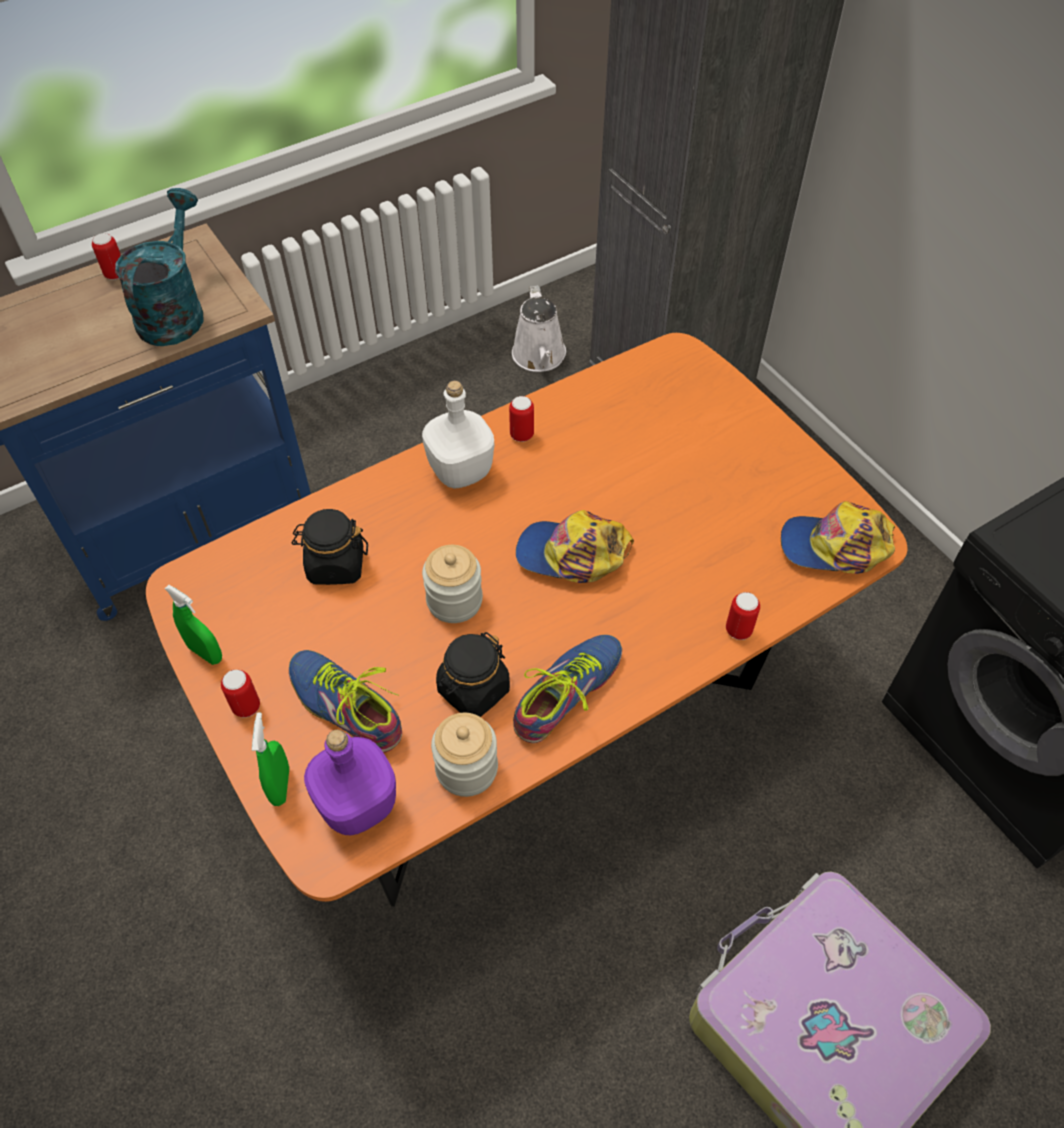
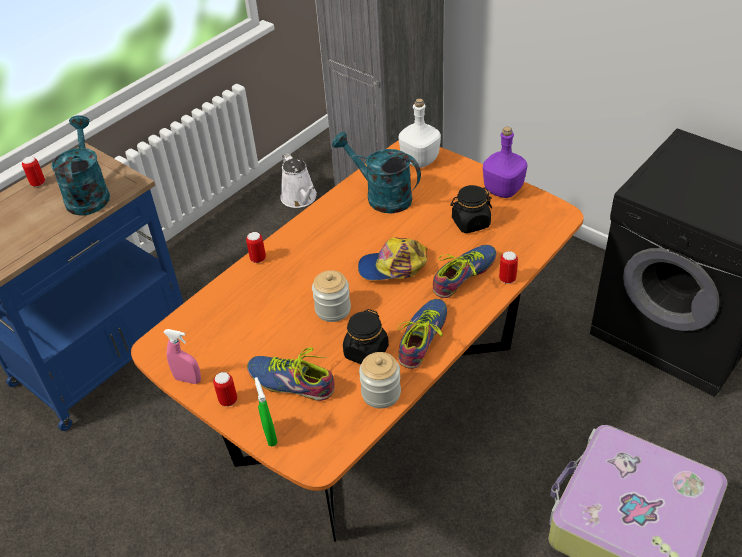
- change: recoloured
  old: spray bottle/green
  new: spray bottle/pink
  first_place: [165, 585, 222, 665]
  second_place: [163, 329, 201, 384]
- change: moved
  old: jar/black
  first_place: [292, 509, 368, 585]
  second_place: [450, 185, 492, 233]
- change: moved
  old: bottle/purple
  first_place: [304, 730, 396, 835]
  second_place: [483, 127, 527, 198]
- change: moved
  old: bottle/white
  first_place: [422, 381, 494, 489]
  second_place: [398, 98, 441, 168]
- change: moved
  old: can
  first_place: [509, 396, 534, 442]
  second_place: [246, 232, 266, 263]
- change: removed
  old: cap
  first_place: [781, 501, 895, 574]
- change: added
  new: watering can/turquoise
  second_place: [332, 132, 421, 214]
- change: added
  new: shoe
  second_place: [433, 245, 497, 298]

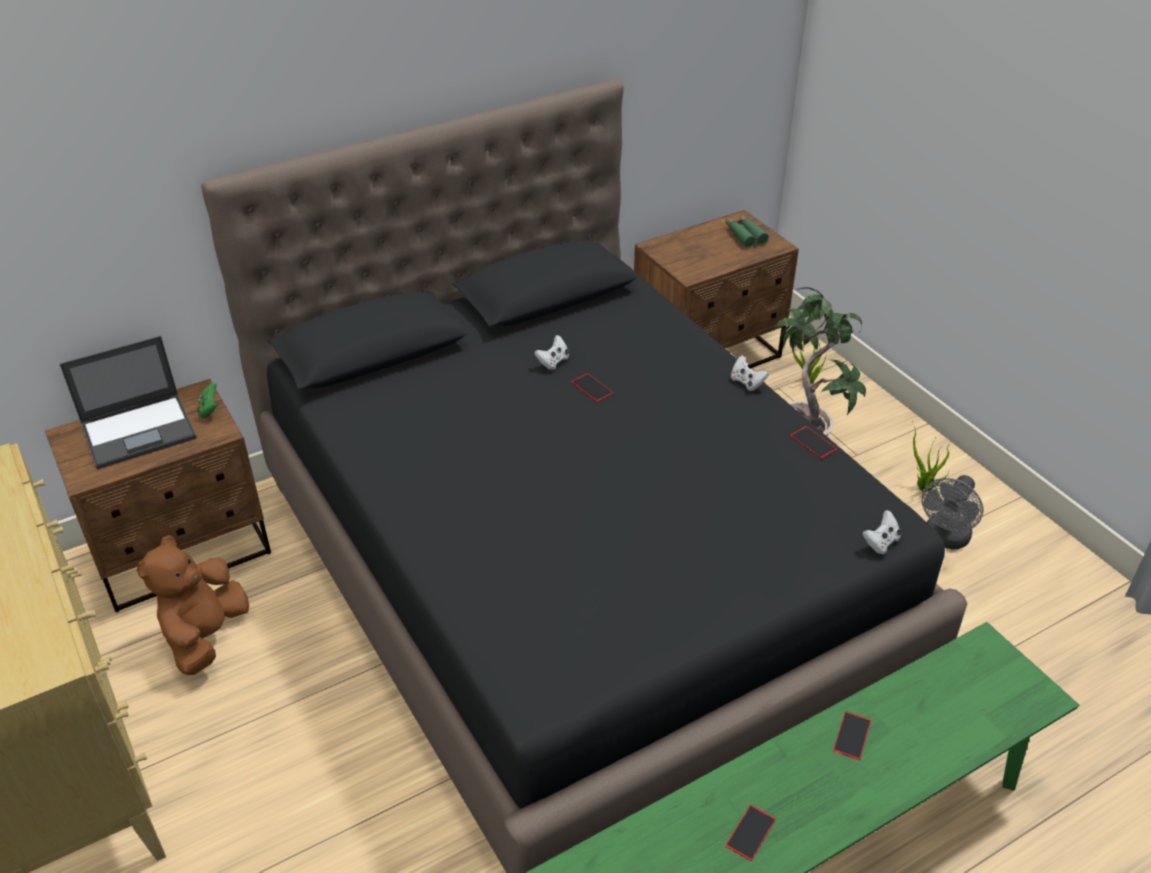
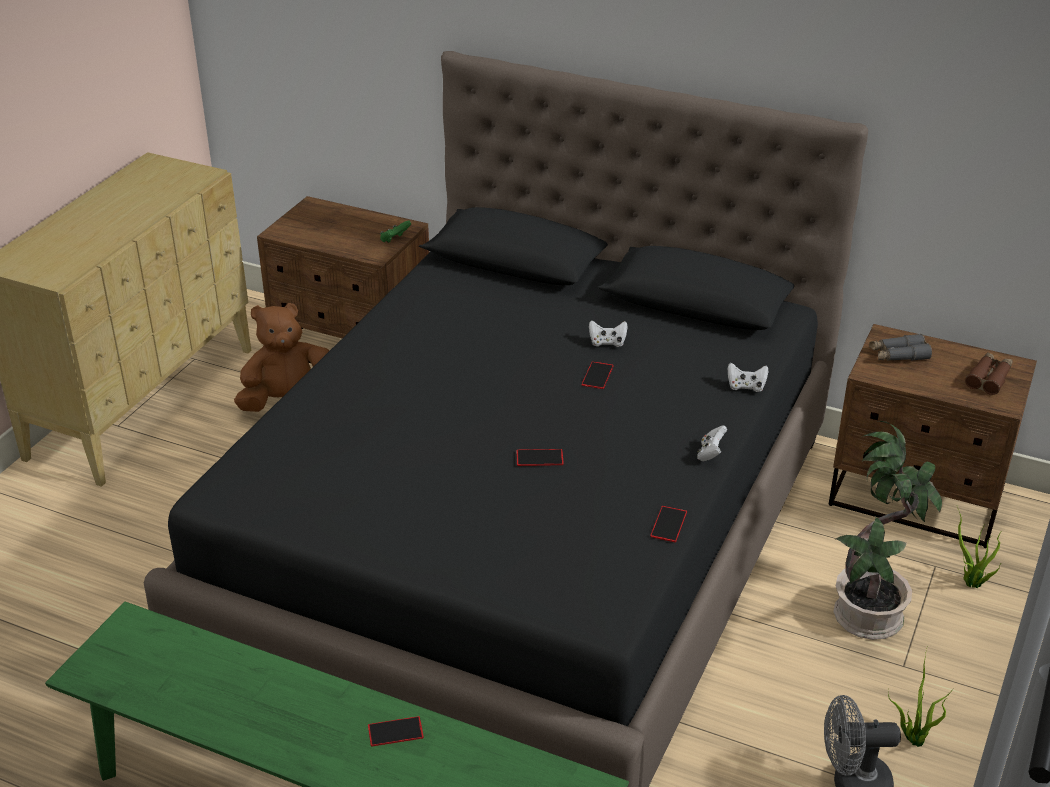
- change: removed
  old: laptop
  first_place: [60, 336, 196, 469]
- change: recoloured
  old: binoculars/green
  new: binoculars/brown
  first_place: [726, 215, 769, 248]
  second_place: [965, 352, 1013, 395]
- change: moved
  old: phone
  first_place: [726, 805, 776, 861]
  second_place: [516, 449, 564, 466]
- change: moved
  old: game controller/white
  first_place: [863, 510, 902, 554]
  second_place: [727, 362, 768, 392]
- change: added
  new: binoculars/grey
  second_place: [869, 334, 932, 361]

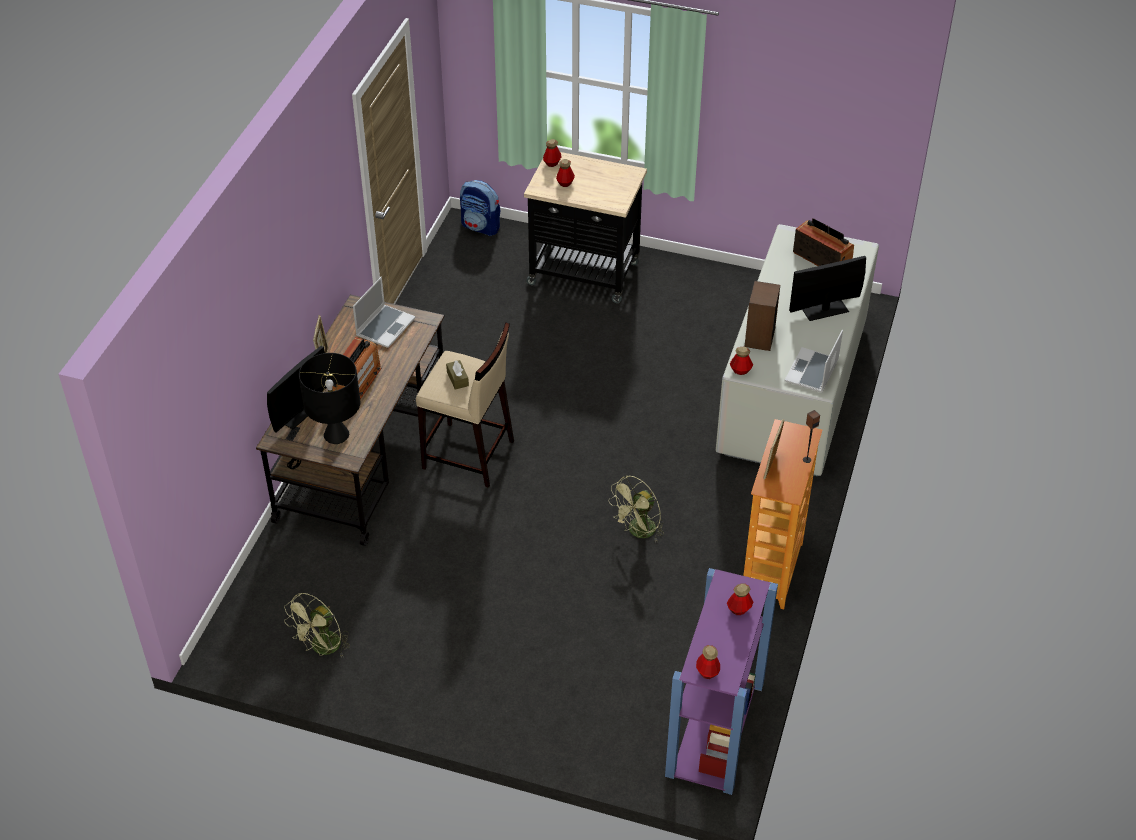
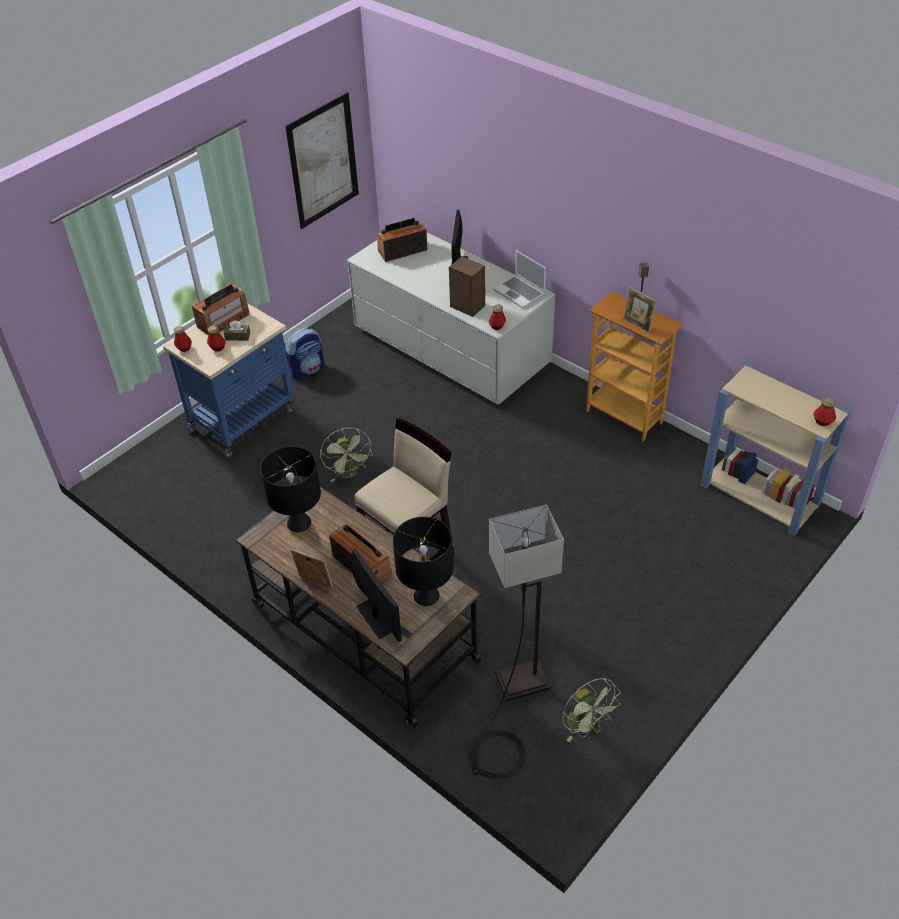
- change: replaced
  old: laptop
  new: table lamp/black
  first_place: [353, 277, 416, 348]
  second_place: [260, 446, 321, 532]
- change: moved
  old: tissue box/brown
  first_place: [446, 360, 469, 390]
  second_place: [224, 320, 250, 341]
- change: moved
  old: backpack
  first_place: [460, 180, 501, 236]
  second_place: [285, 328, 324, 380]
- change: recoloured
  old: cart/black
  new: cart/blue
  first_place: [524, 152, 647, 303]
  second_place: [163, 303, 295, 458]
- change: moved
  old: fan/green
  first_place: [608, 475, 664, 542]
  second_place: [320, 428, 373, 482]
- change: recoloured
  old: bookcase/purple
  new: bookcase/beige
  first_place: [665, 568, 778, 795]
  second_place: [700, 363, 851, 536]
- change: removed
  old: bottle
  first_place: [727, 584, 754, 615]
- change: added
  new: radio
  second_place: [192, 283, 250, 335]
- change: added
  new: picture
  second_place: [285, 92, 359, 229]
- change: added
  new: floor lamp
  second_place: [468, 505, 564, 779]

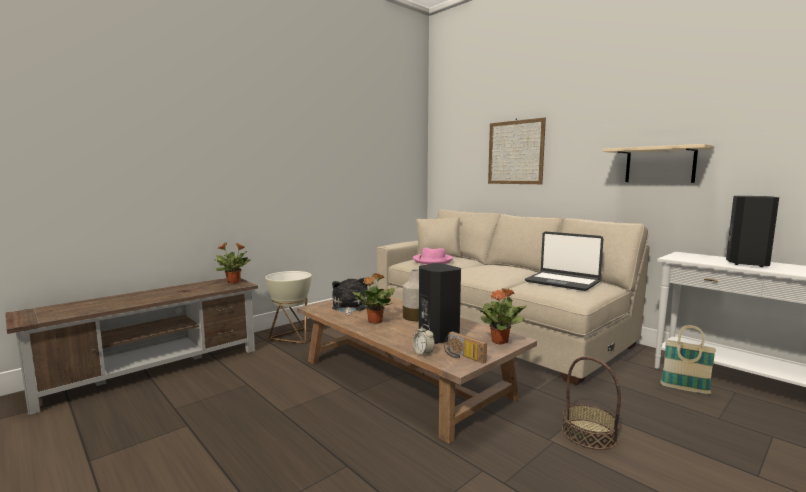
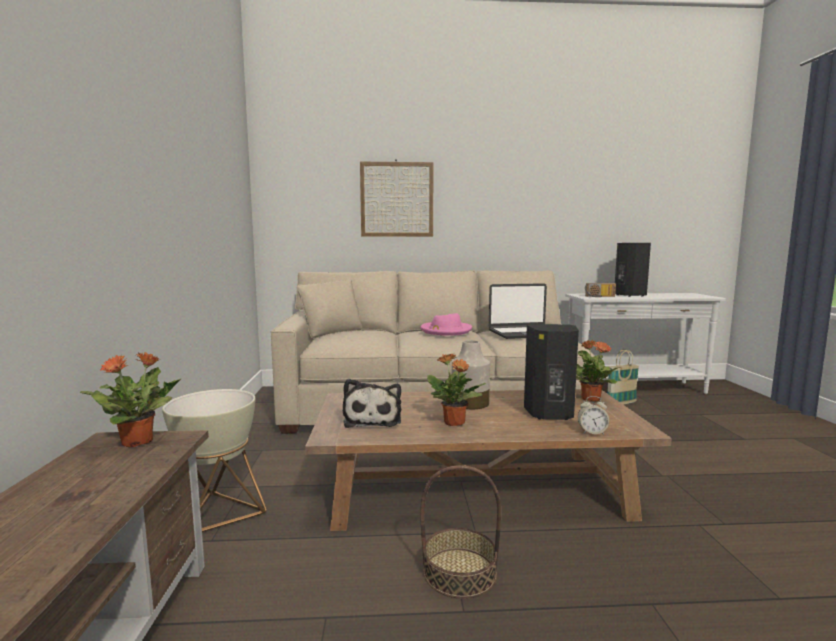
- change: turned
  old: plush toy
  first_place: [332, 278, 368, 315]
  second_place: [343, 379, 401, 428]
  degrees: -135
- change: moved
  old: hat/pink
  first_place: [413, 248, 453, 264]
  second_place: [420, 313, 472, 336]
- change: moved
  old: radio
  first_place: [444, 331, 487, 364]
  second_place: [585, 283, 616, 297]
- change: moved
  old: basket
  first_place: [562, 356, 621, 450]
  second_place: [420, 465, 501, 599]
- change: removed
  old: shelf/beige
  first_place: [602, 144, 714, 183]

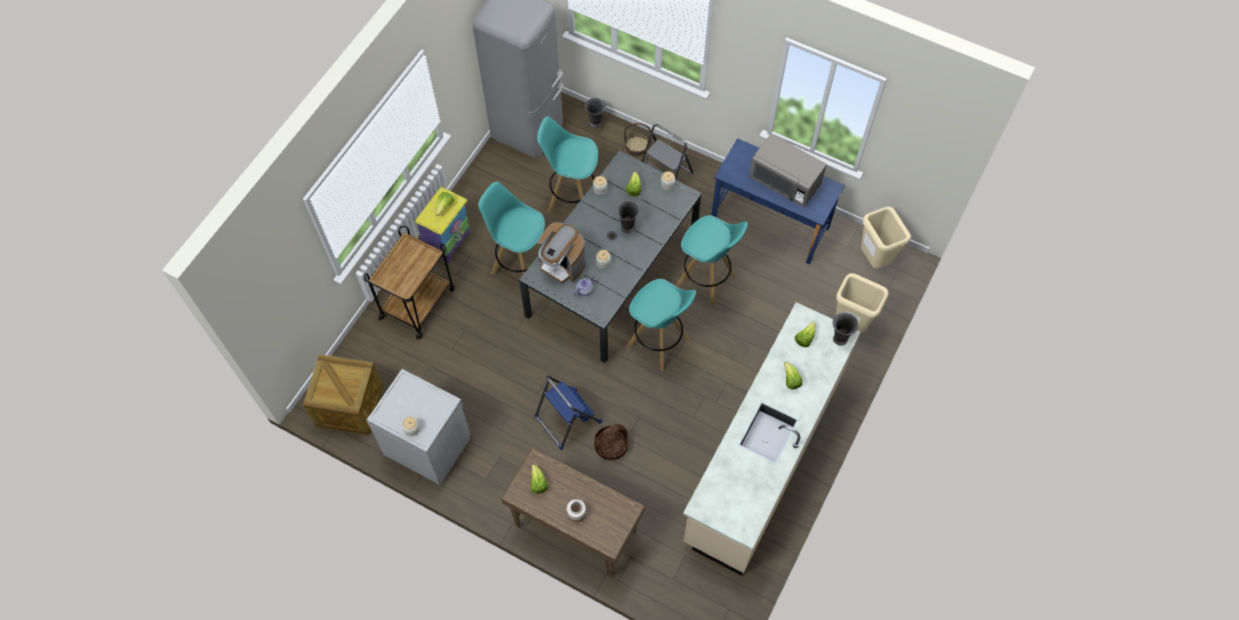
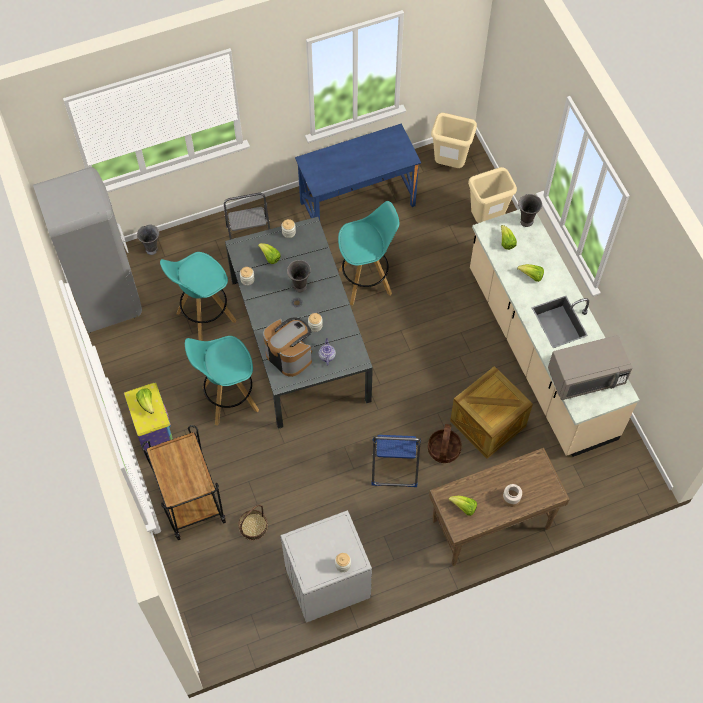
- change: moved
  old: crate
  first_place: [303, 354, 384, 435]
  second_place: [450, 366, 533, 459]
- change: turned
  old: coffee machine
  first_place: [537, 222, 586, 284]
  second_place: [263, 317, 312, 377]
  degrees: -120
- change: moved
  old: basket
  first_place: [624, 123, 651, 157]
  second_place: [238, 505, 268, 540]
- change: removed
  old: stool/turquoise
  first_place: [627, 279, 696, 371]
- change: moved
  old: microwave/grey
  first_place: [749, 134, 827, 207]
  second_place: [548, 335, 633, 400]

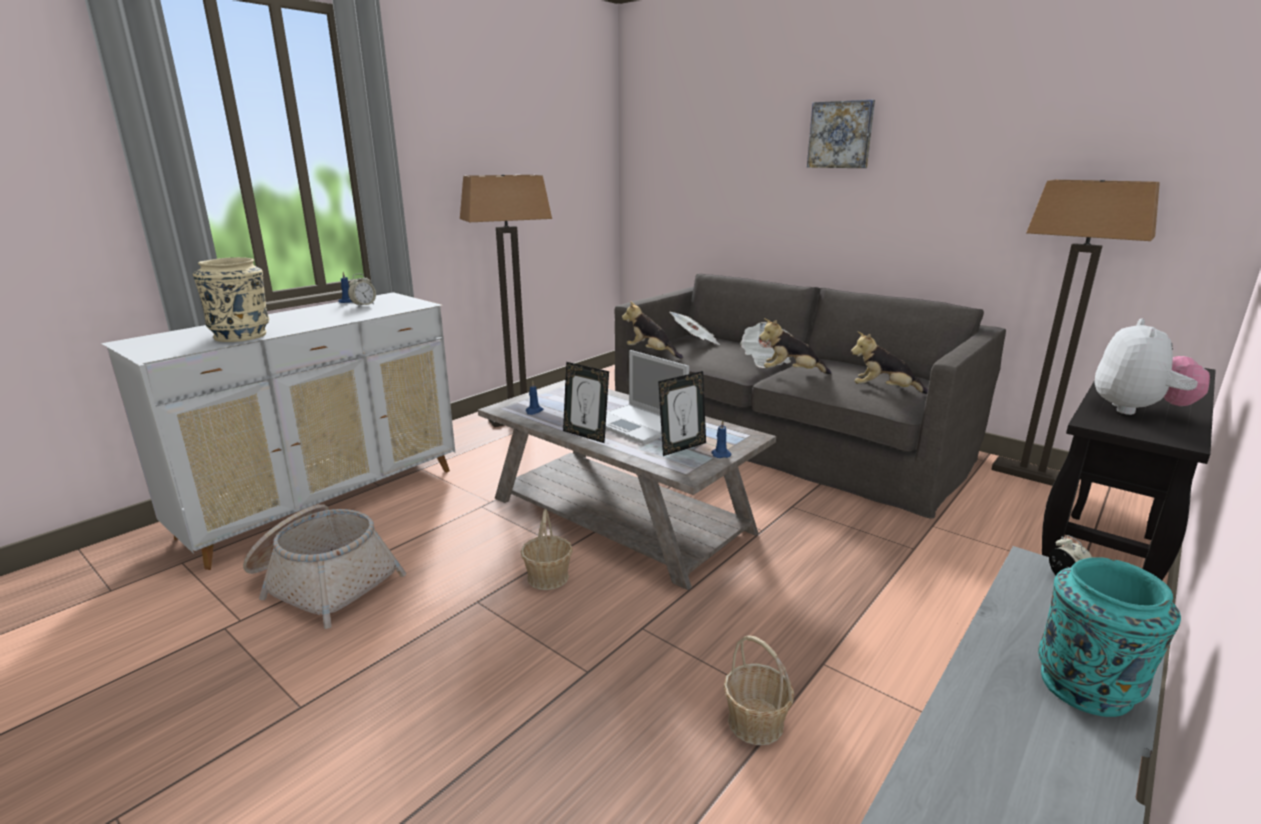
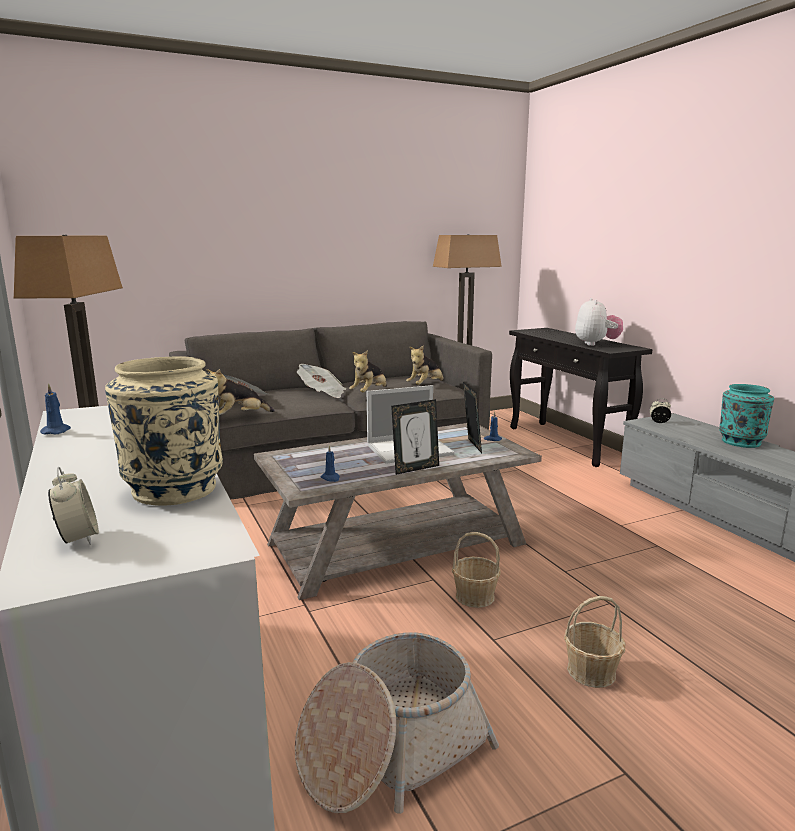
- change: moved
  old: alarm clock
  first_place: [348, 274, 376, 307]
  second_place: [48, 467, 99, 545]
- change: moved
  old: basket
  first_place: [723, 635, 794, 745]
  second_place: [564, 596, 625, 688]
- change: removed
  old: picture
  first_place: [807, 100, 875, 168]
- change: turned
  old: plush toy
  first_place: [1094, 319, 1210, 415]
  second_place: [575, 298, 623, 346]
  degrees: 45

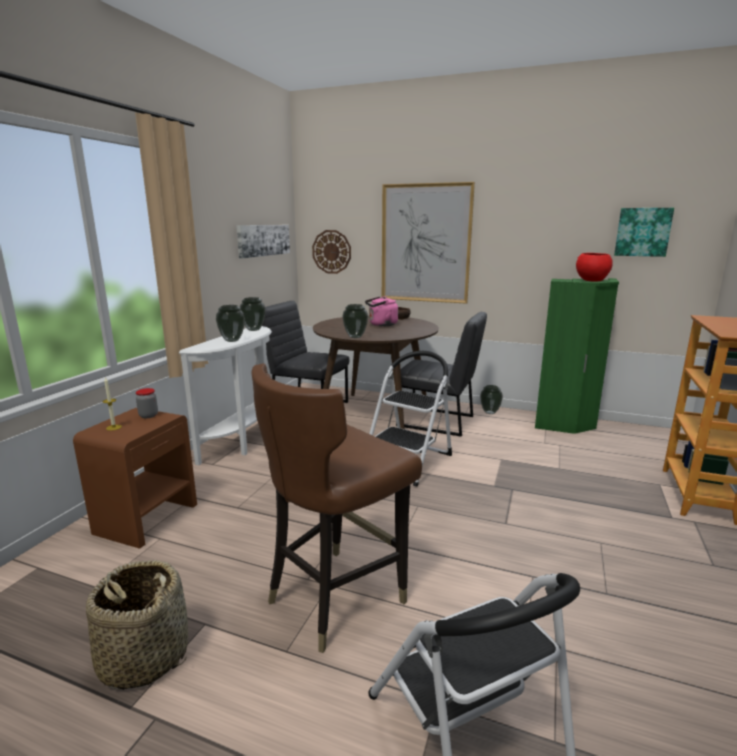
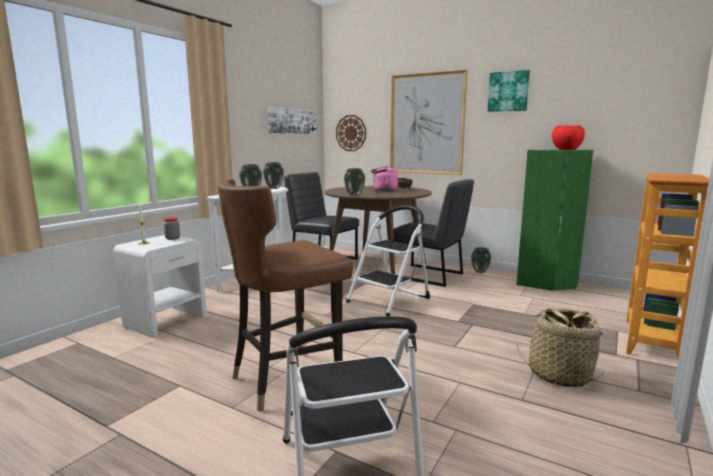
- change: recoloured
  old: nightstand/brown
  new: nightstand/white
  first_place: [73, 408, 197, 549]
  second_place: [113, 235, 207, 338]
- change: moved
  old: basket
  first_place: [86, 560, 188, 690]
  second_place: [517, 308, 606, 387]
- change: moved
  old: picture
  first_place: [614, 208, 674, 257]
  second_place: [488, 70, 530, 112]

